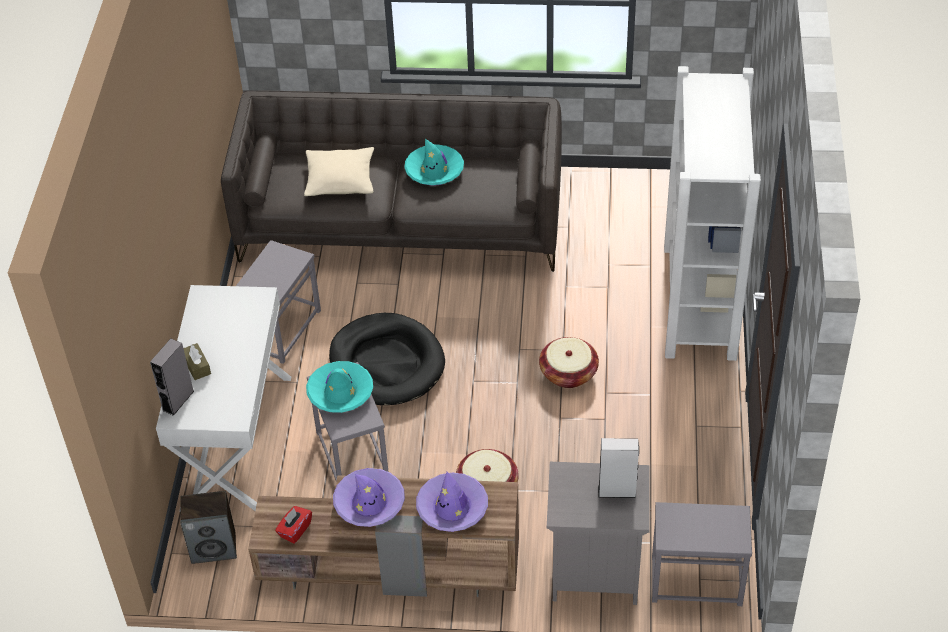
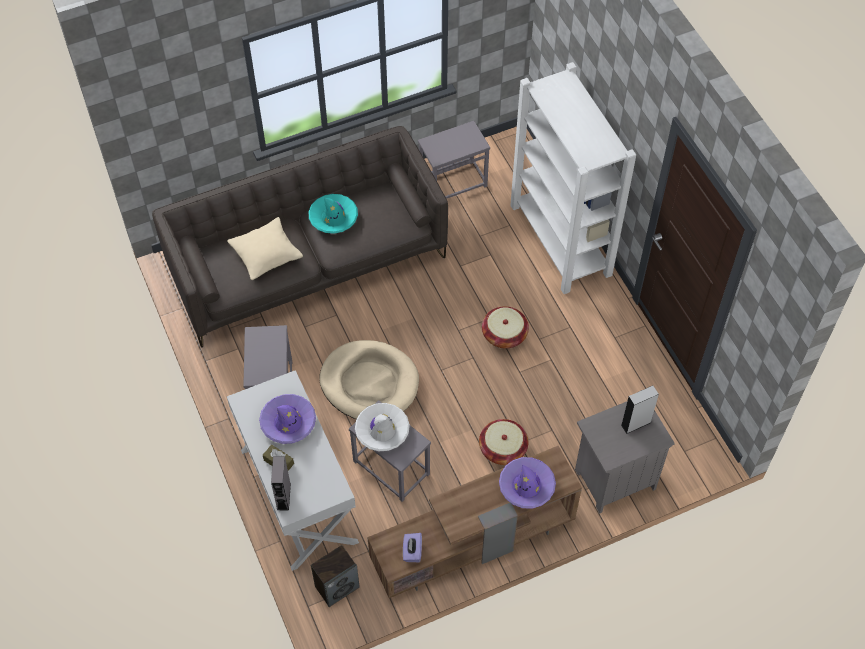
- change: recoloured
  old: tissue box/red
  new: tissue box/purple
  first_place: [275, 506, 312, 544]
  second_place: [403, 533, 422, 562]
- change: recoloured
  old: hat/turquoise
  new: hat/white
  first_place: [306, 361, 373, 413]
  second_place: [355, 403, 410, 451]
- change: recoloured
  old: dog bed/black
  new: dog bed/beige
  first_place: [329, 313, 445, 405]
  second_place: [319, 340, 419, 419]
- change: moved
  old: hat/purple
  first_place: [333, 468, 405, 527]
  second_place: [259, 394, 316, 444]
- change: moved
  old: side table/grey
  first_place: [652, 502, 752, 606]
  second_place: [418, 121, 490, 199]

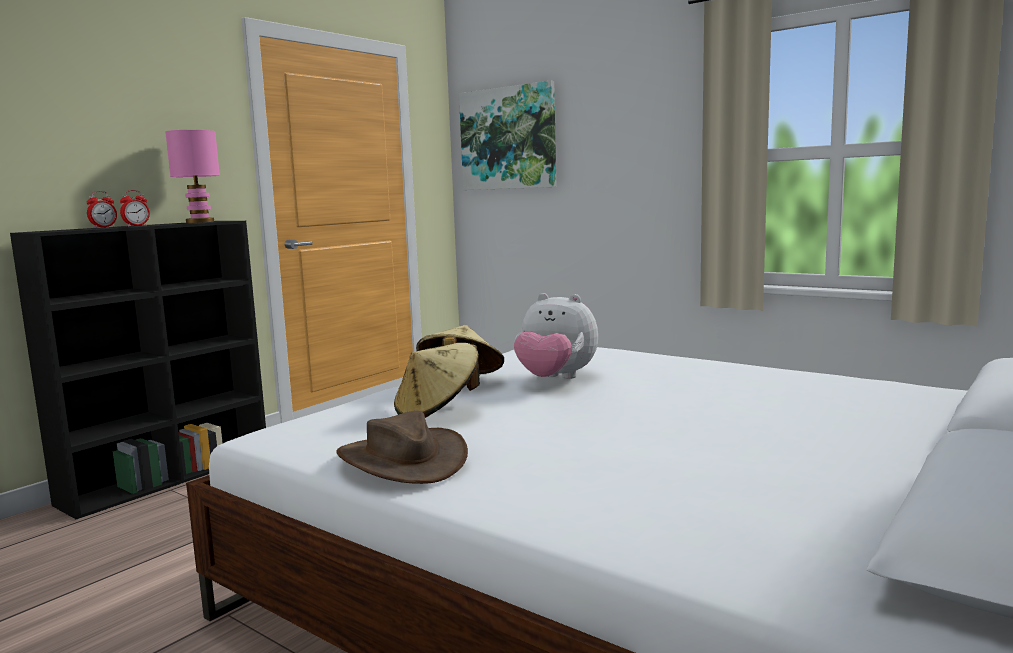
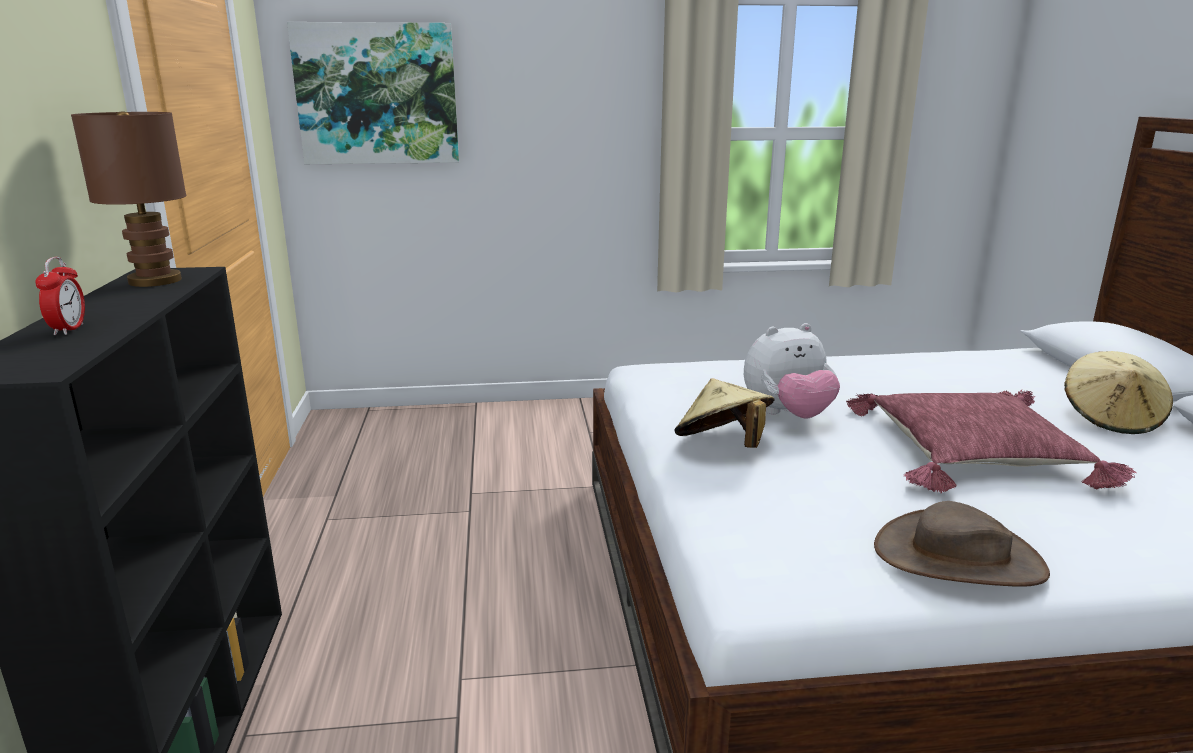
- change: removed
  old: alarm clock
  first_place: [120, 190, 150, 227]
- change: recoloured
  old: table lamp/pink
  new: table lamp/brown
  first_place: [165, 130, 220, 223]
  second_place: [71, 112, 186, 287]
- change: moved
  old: hat/beige
  first_place: [394, 343, 480, 418]
  second_place: [1064, 351, 1173, 434]
- change: added
  new: pillow/red
  second_place: [846, 390, 1136, 494]

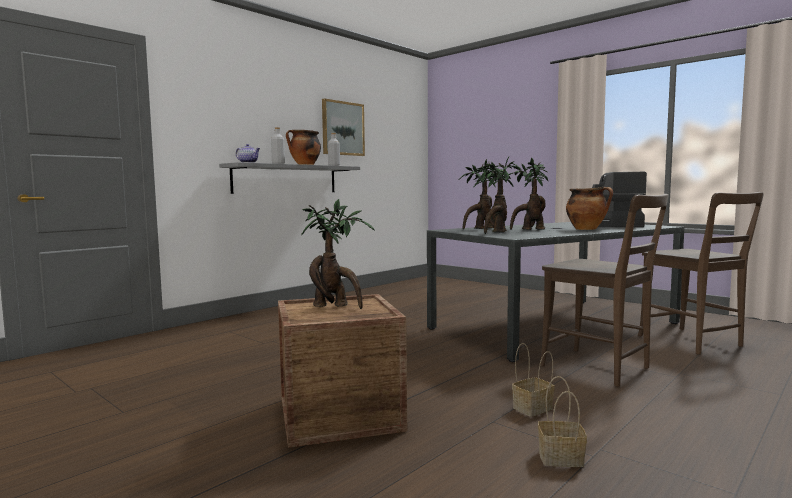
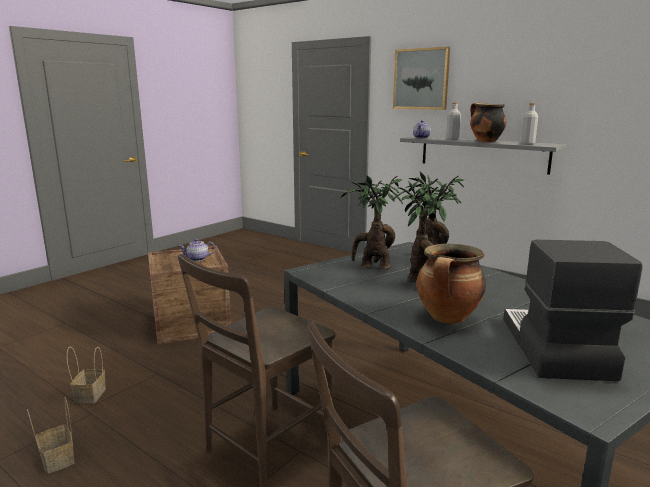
- change: replaced
  old: potted plant
  new: teapot
  first_place: [301, 199, 375, 309]
  second_place: [178, 239, 215, 261]
- change: moved
  old: picture
  first_place: [322, 98, 365, 156]
  second_place: [393, 47, 450, 110]
- change: moved
  old: basket
  first_place: [512, 343, 555, 417]
  second_place: [27, 397, 75, 474]

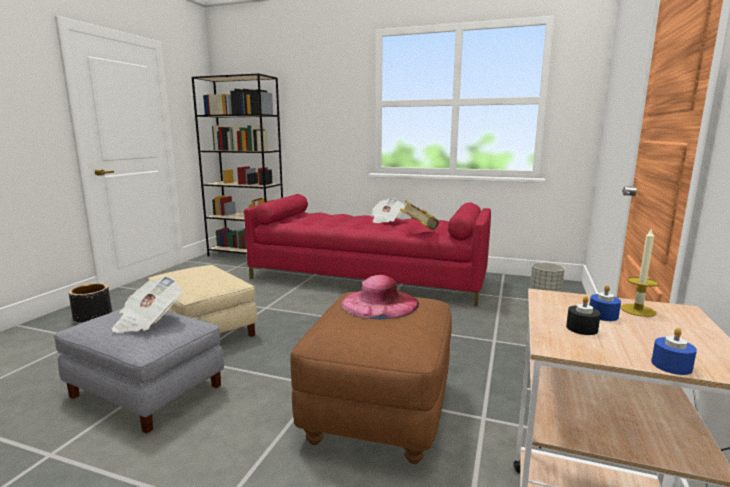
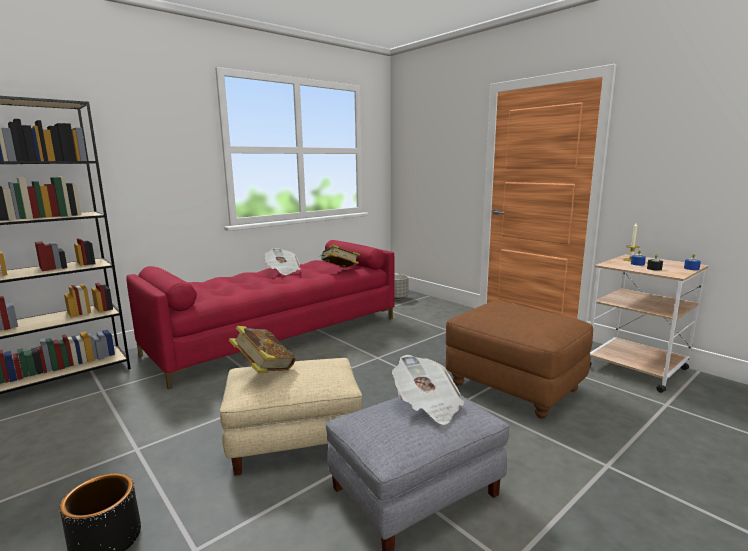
- change: removed
  old: hat/pink
  first_place: [341, 275, 419, 319]
- change: added
  new: book
  second_place: [228, 326, 296, 373]

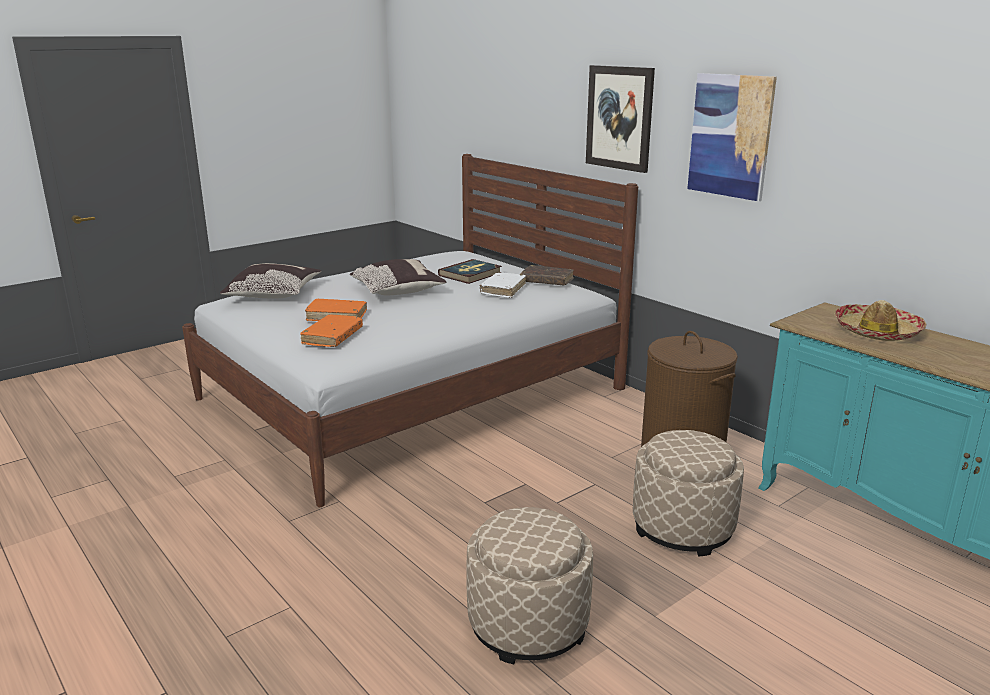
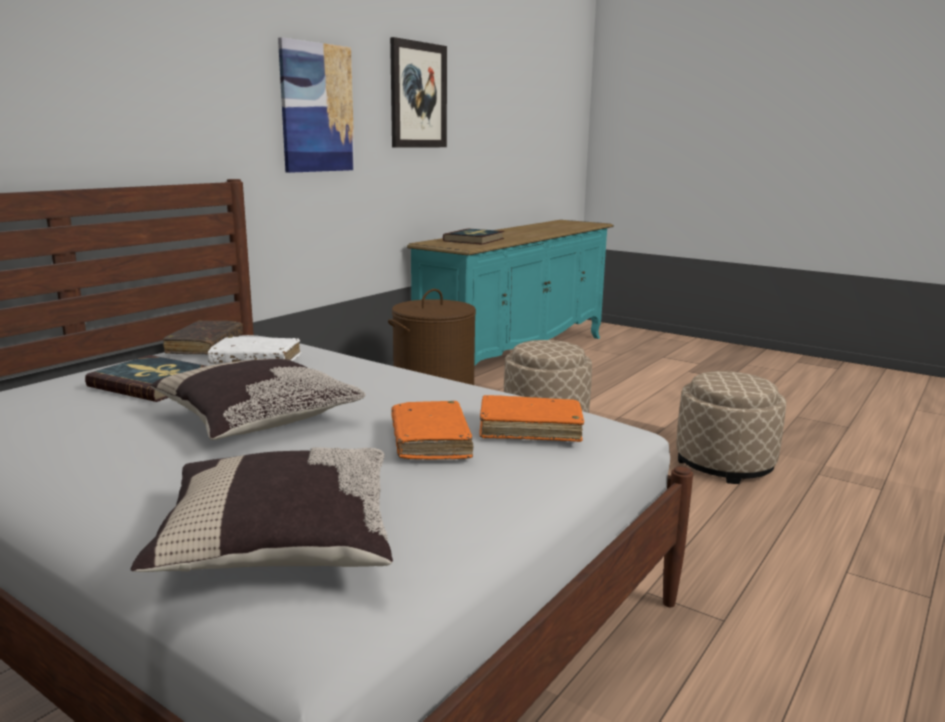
- change: moved
  old: picture
  first_place: [586, 65, 655, 173]
  second_place: [390, 37, 447, 148]
- change: replaced
  old: hat
  new: book
  first_place: [834, 300, 926, 341]
  second_place: [443, 228, 504, 245]

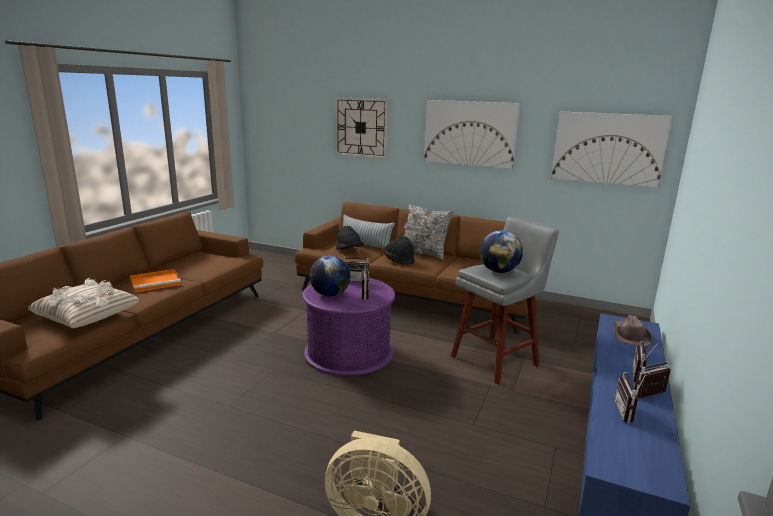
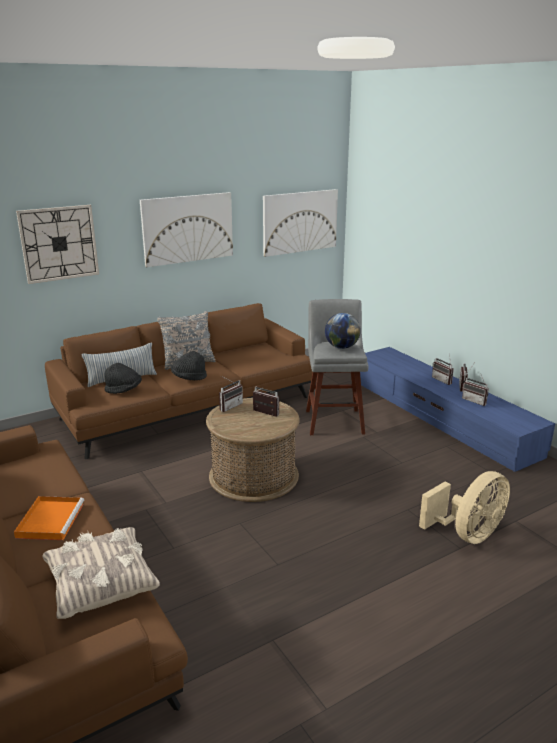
- change: recoloured
  old: coffee table/purple
  new: coffee table/brown
  first_place: [302, 278, 395, 376]
  second_place: [206, 398, 300, 502]
- change: removed
  old: globe
  first_place: [310, 256, 350, 296]
- change: removed
  old: hat/brown
  first_place: [613, 315, 652, 346]

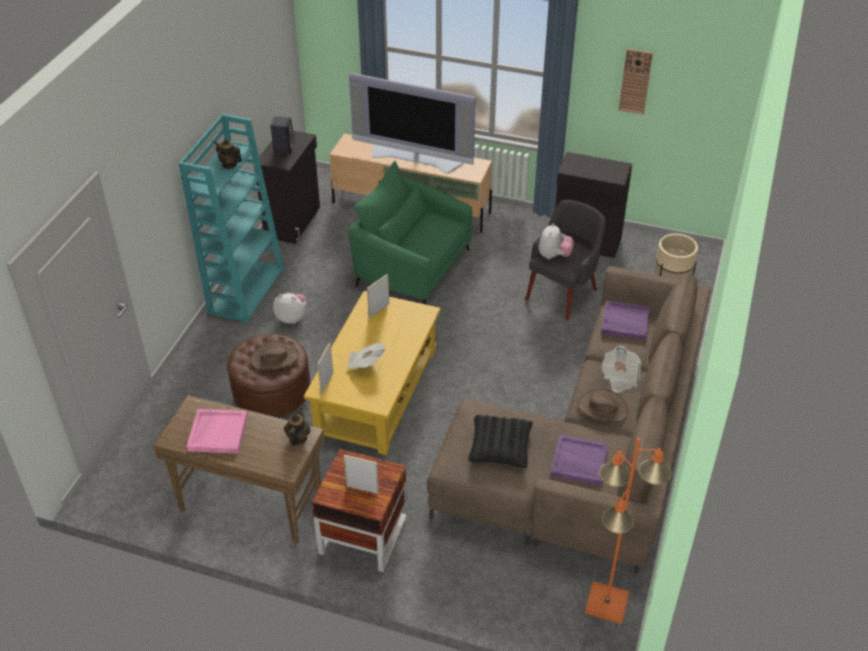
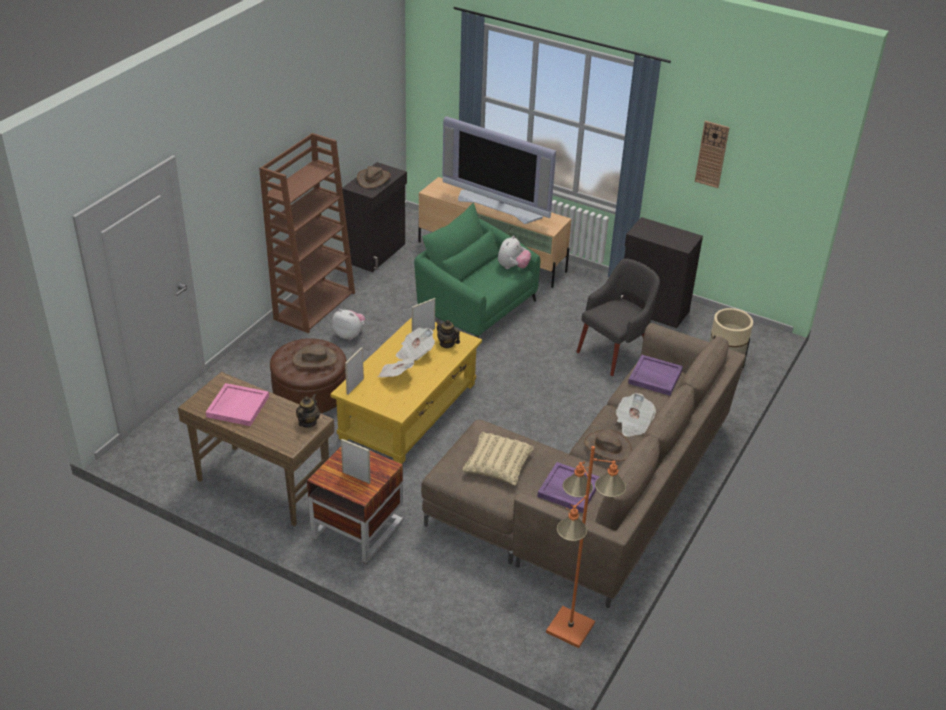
- change: recoloured
  old: bookcase/turquoise
  new: bookcase/brown
  first_place: [179, 114, 284, 323]
  second_place: [259, 133, 355, 333]
- change: moved
  old: teapot
  first_place: [214, 139, 242, 169]
  second_place: [436, 320, 460, 348]
- change: replaced
  old: speaker/black
  new: hat/brown
  first_place: [271, 116, 295, 154]
  second_place: [357, 166, 391, 189]
- change: recoloured
  old: pillow/black
  new: pillow/beige
  first_place: [468, 415, 533, 468]
  second_place: [463, 432, 534, 485]
- change: moved
  old: plush toy
  first_place: [539, 223, 574, 259]
  second_place: [498, 236, 531, 269]
- change: added
  new: newspaper
  second_place: [396, 328, 435, 361]

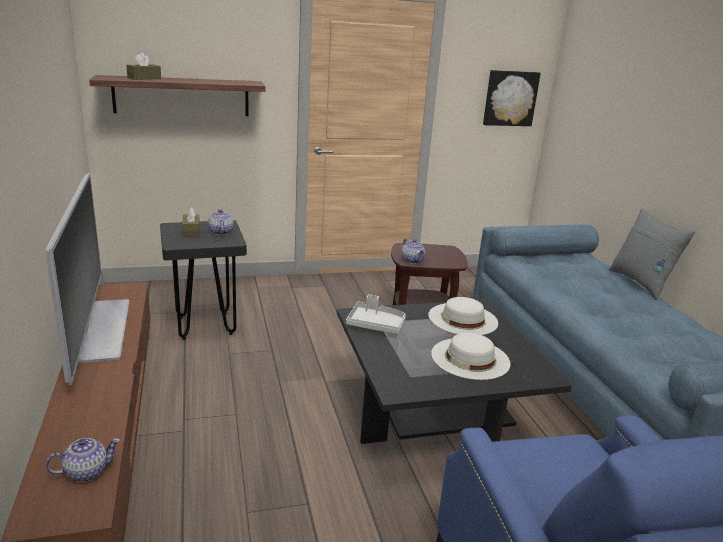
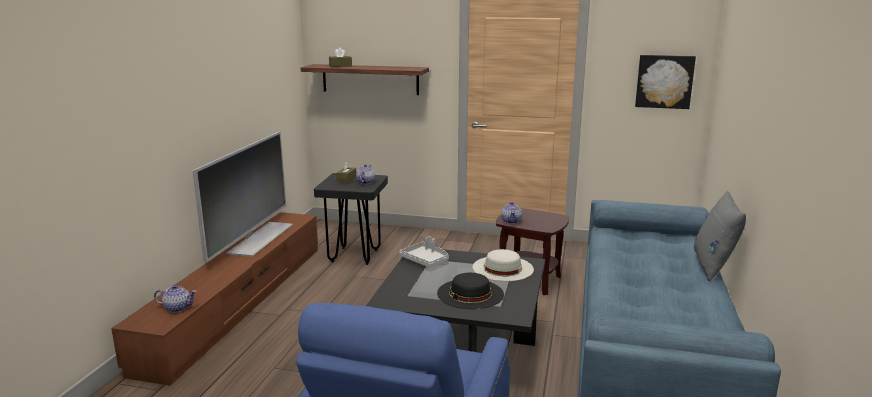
- change: recoloured
  old: hat/white
  new: hat/black
  first_place: [431, 333, 511, 380]
  second_place: [437, 273, 504, 309]

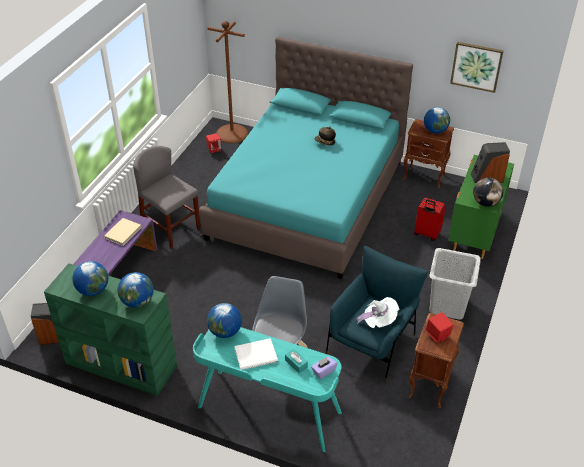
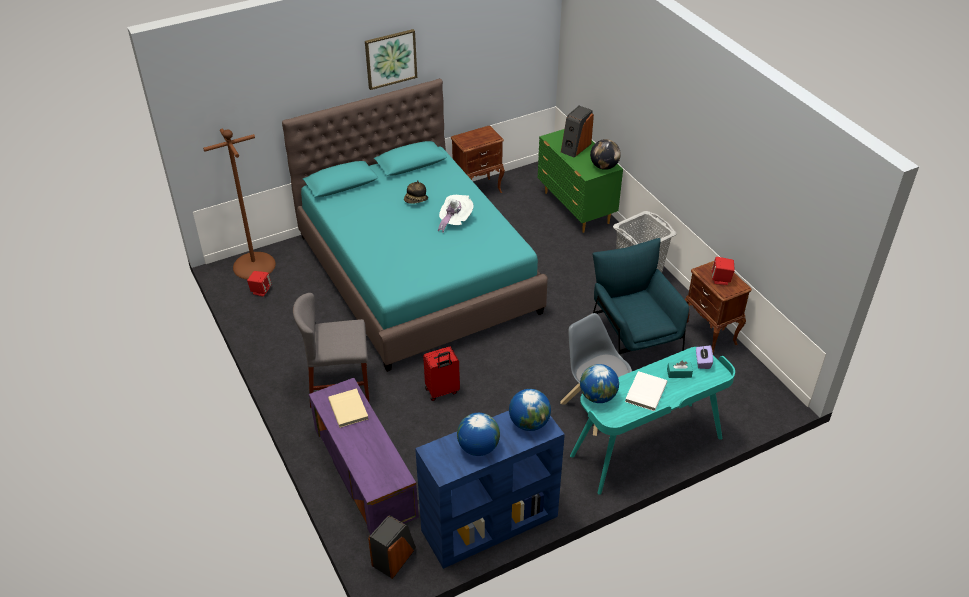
- change: recoloured
  old: bookcase/green
  new: bookcase/blue
  first_place: [44, 263, 177, 396]
  second_place: [415, 411, 565, 569]
- change: moved
  old: hat/white
  first_place: [356, 297, 399, 329]
  second_place: [438, 195, 474, 233]
- change: moved
  old: suitcase/red
  first_place: [414, 198, 446, 241]
  second_place: [423, 346, 460, 401]
- change: removed
  old: globe
  first_place: [424, 107, 450, 134]
- change: moved
  old: picture
  first_place: [450, 42, 504, 93]
  second_place: [365, 29, 417, 90]

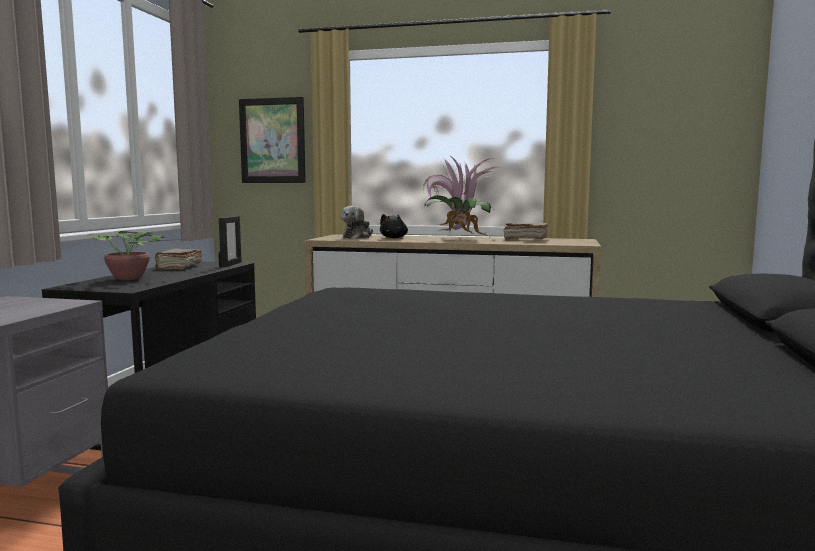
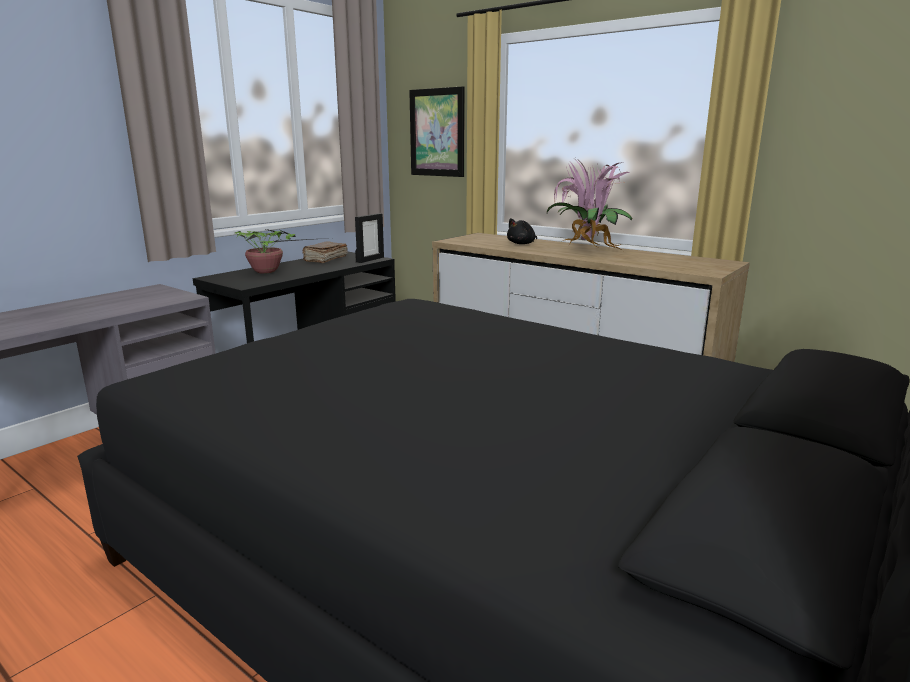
- change: removed
  old: plush toy
  first_place: [341, 206, 373, 239]
- change: removed
  old: book/brown
  first_place: [504, 223, 548, 240]

